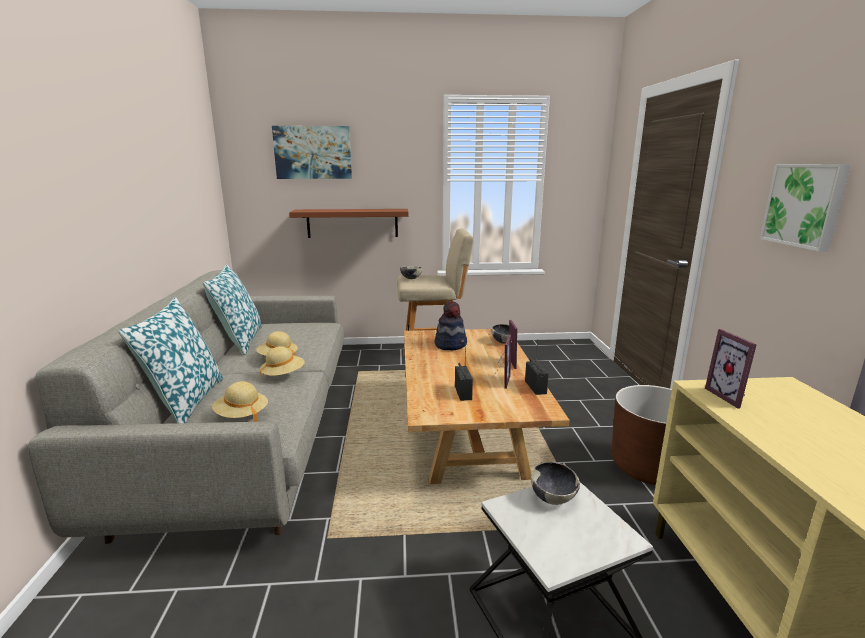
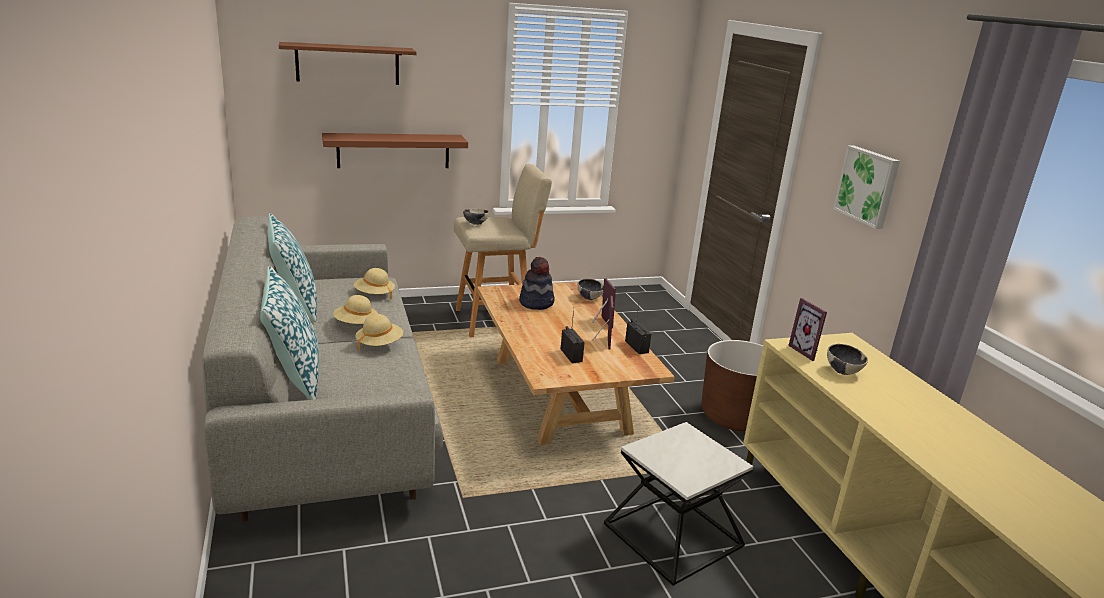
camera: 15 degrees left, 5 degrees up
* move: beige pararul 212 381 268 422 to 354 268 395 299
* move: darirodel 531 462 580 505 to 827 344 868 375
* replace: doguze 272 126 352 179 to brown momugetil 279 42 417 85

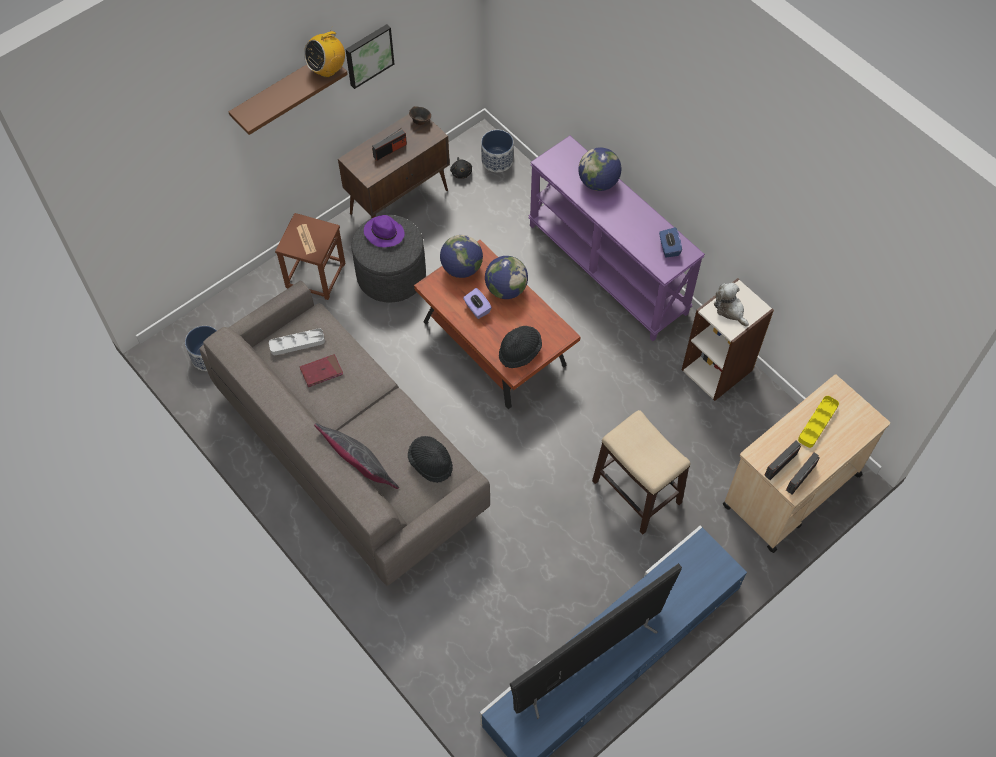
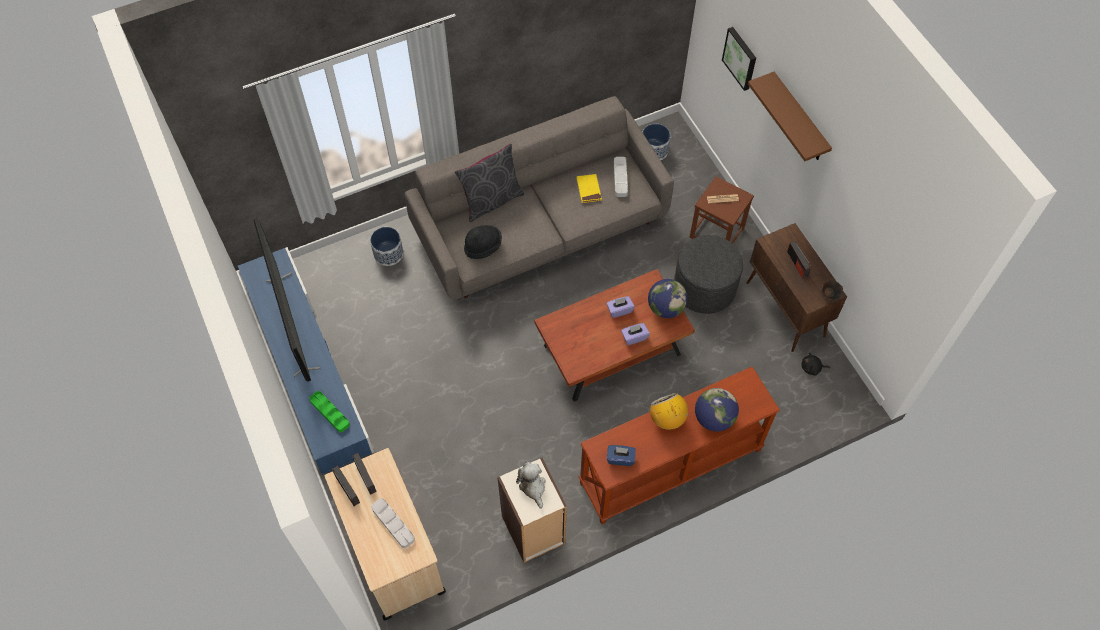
camera: 105 degrees right, 0 degrees up
* delete: purple pararul 364 215 405 247
* delete: black pararul 499 326 542 368
* delete: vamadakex 592 410 691 534
* insert: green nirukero 309 391 350 432
* move: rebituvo 304 26 345 77 to 650 393 689 430
* move: doguze 345 24 394 89 to 722 27 756 91
* move: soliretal 481 130 513 172 to 370 227 403 266
* replace: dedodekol 485 256 528 299 to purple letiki 621 323 650 345
* recolor: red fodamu 300 354 343 387 to yellow fodamu 577 174 602 203
* recolor: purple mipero 529 136 705 341 to brown mipero 579 367 780 524
* recolor: yellow nirukero 798 396 839 448 to grey nirukero 371 498 415 548
* rotate: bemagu 714 282 749 326 = 516 462 546 509 90 degrees counterclockwise

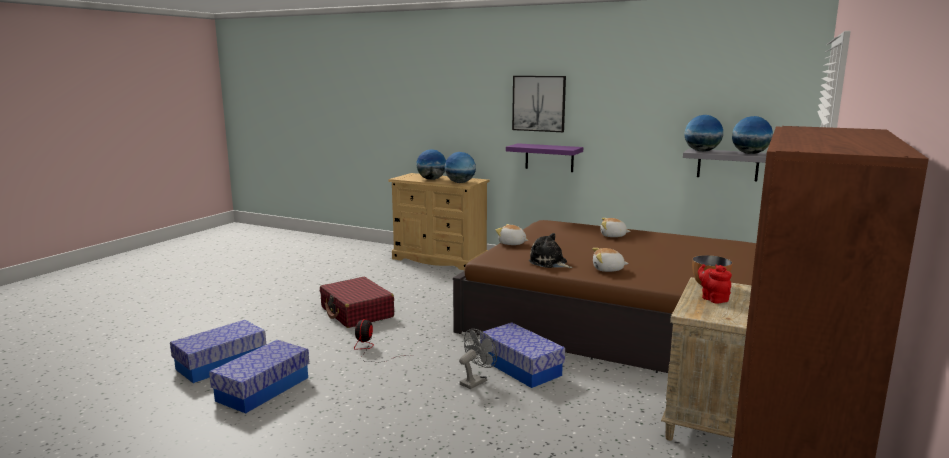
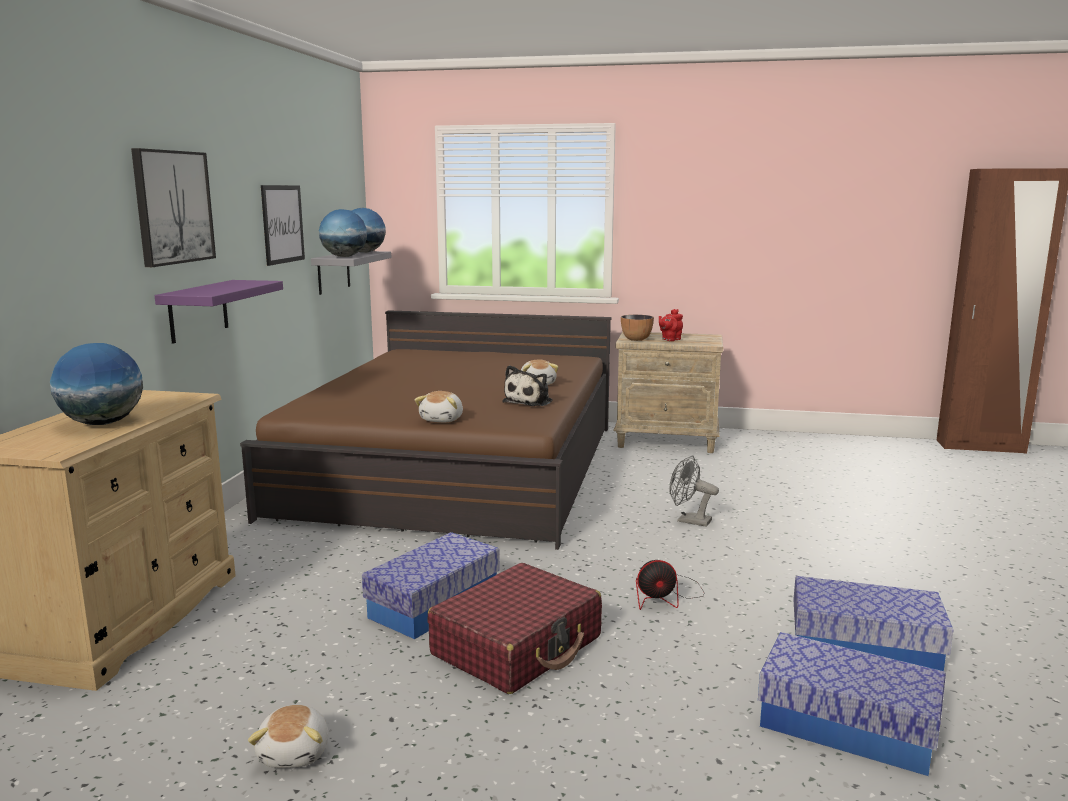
camera: 105 degrees left, 0 degrees up
* delete: dedodekol 445 152 476 183
* insert: doguze 261 185 305 266
* move: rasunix 480 322 565 388 to 362 532 500 639
* move: bemagu 600 218 631 237 to 248 705 328 768

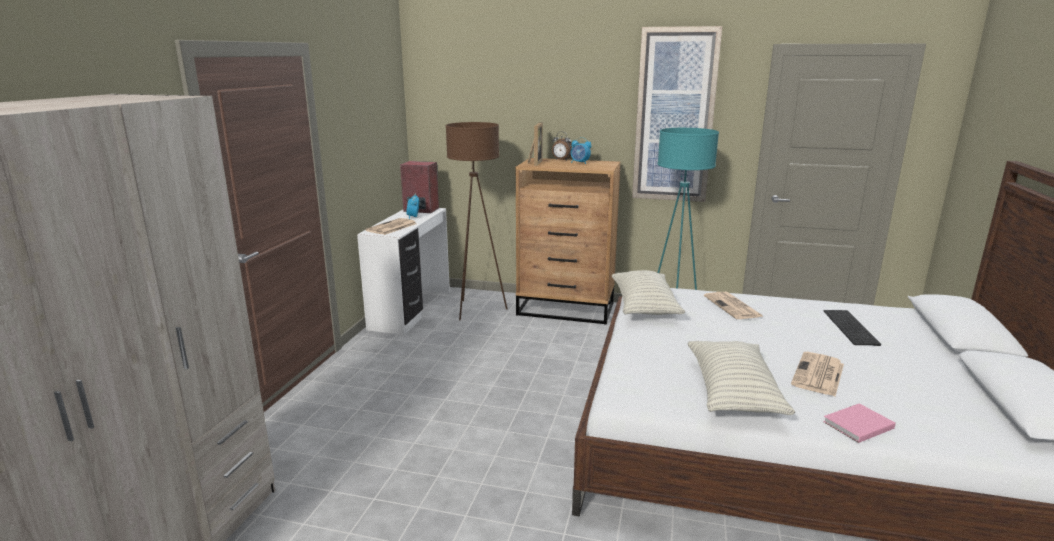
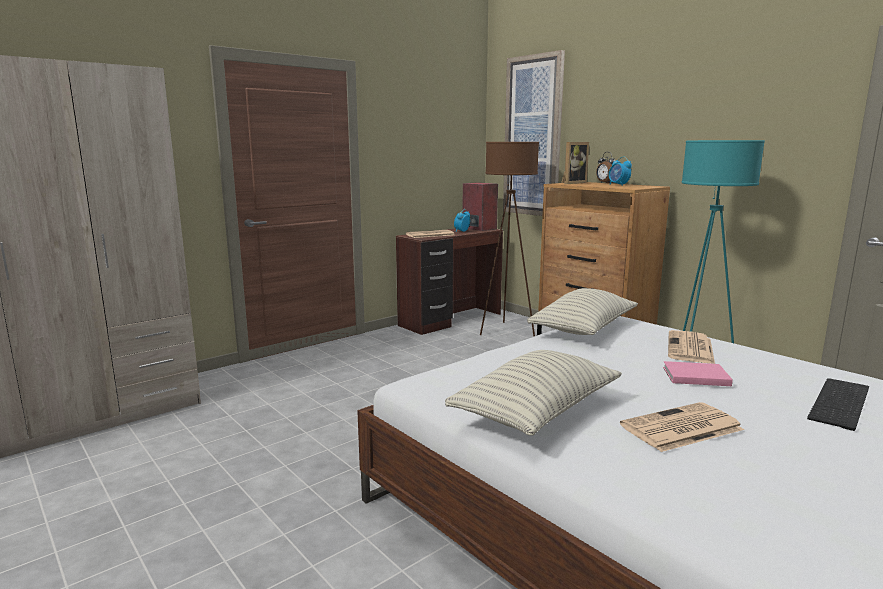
camera: 35 degrees right, 5 degrees down
* move: doguze 632 26 722 202 to 503 50 565 216
* move: pink fodamu 823 403 896 443 to 663 361 733 386
* recolor: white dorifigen 357 208 450 335 to brown dorifigen 396 228 503 335

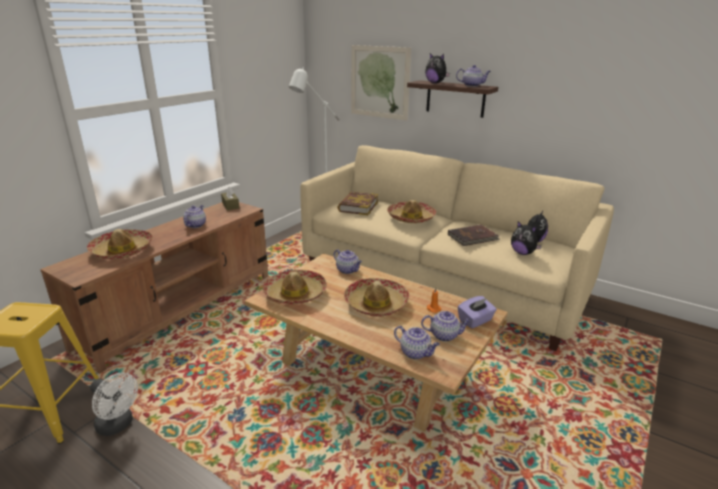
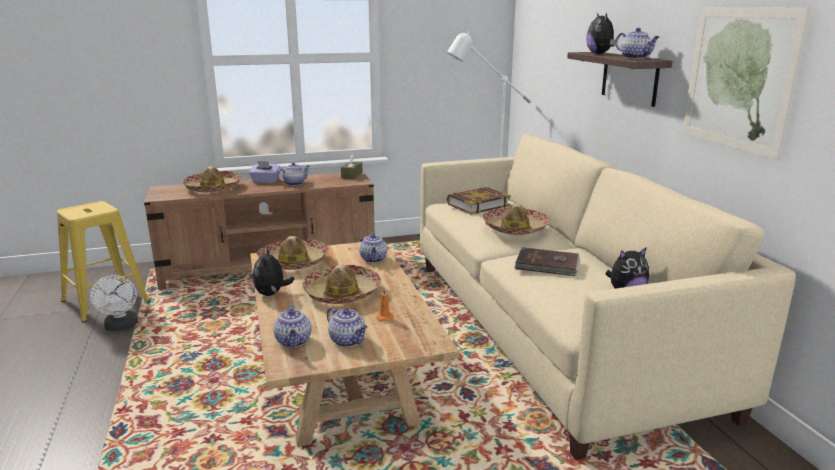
camera: 40 degrees right, 5 degrees down
* move: doguze 351 45 411 121 to 682 7 811 160
* move: purple letiki 458 296 497 329 to 249 161 280 183
* move: bemagu 511 221 542 255 to 253 248 294 296

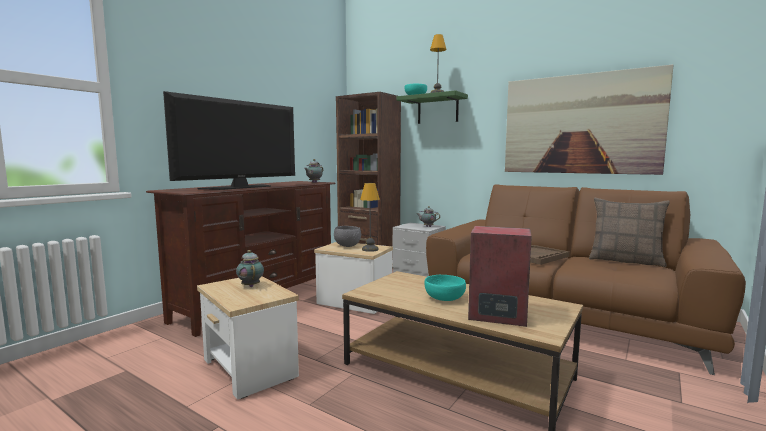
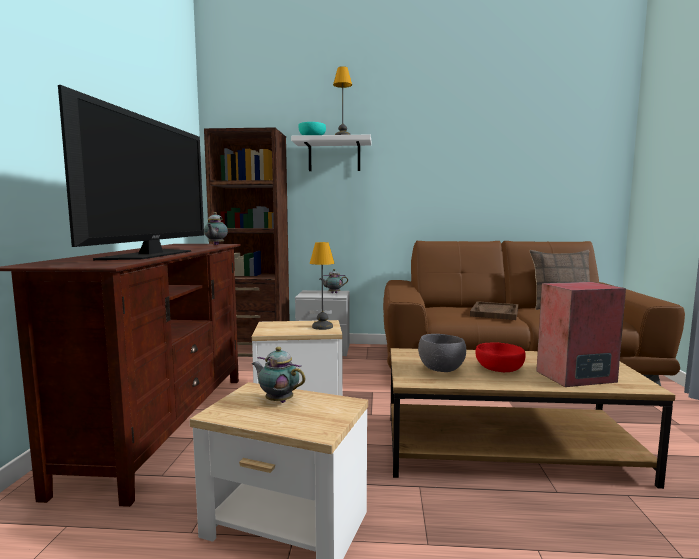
camera: 30 degrees left, 0 degrees up
* delete: doguze 505 64 674 175
* move: grey darirodel 334 226 361 247 to 418 334 466 372
* recolor: green momugetil 396 90 468 124 to white momugetil 291 135 371 171
* recolor: turquoise darirodel 425 275 466 301 to red darirodel 475 342 526 372

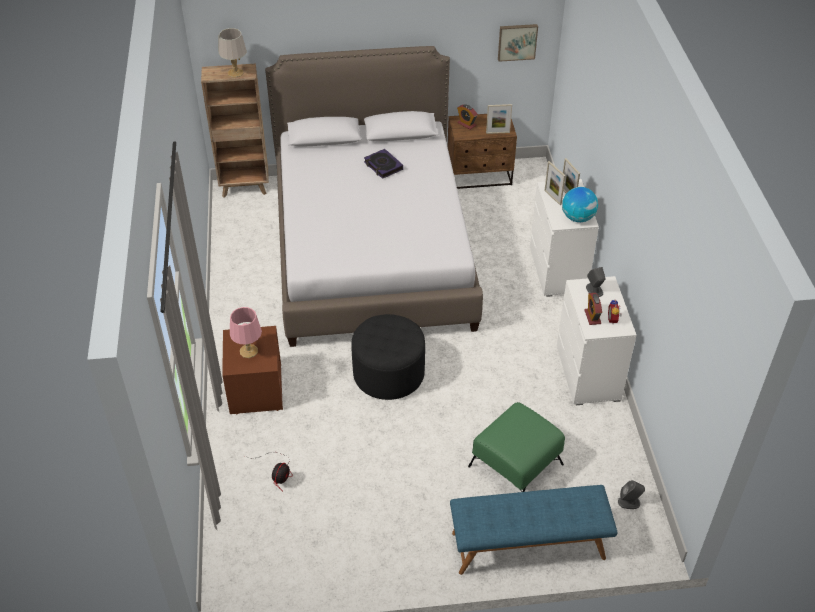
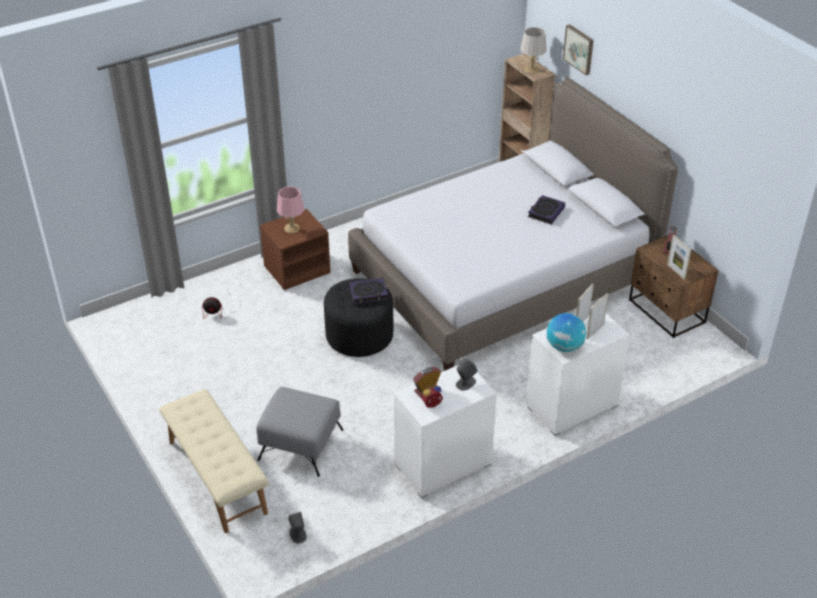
camera: 65 degrees right, 5 degrees down
* insert: fodamu 349 278 388 304
* move: doguze 498 24 538 62 to 563 24 594 75
* recolor: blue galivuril 450 485 618 575 to beige galivuril 159 389 269 533
* recolor: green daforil 468 402 565 492 to grey daforil 257 387 343 477

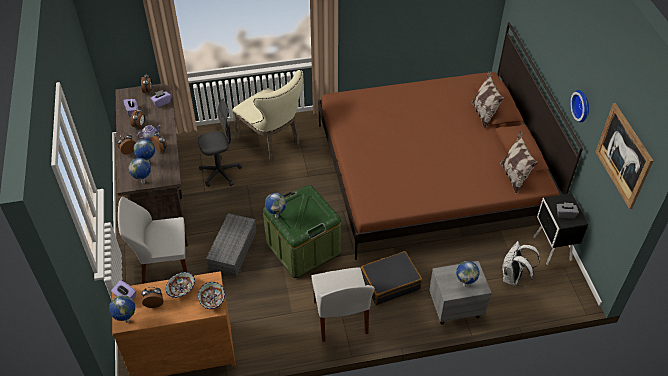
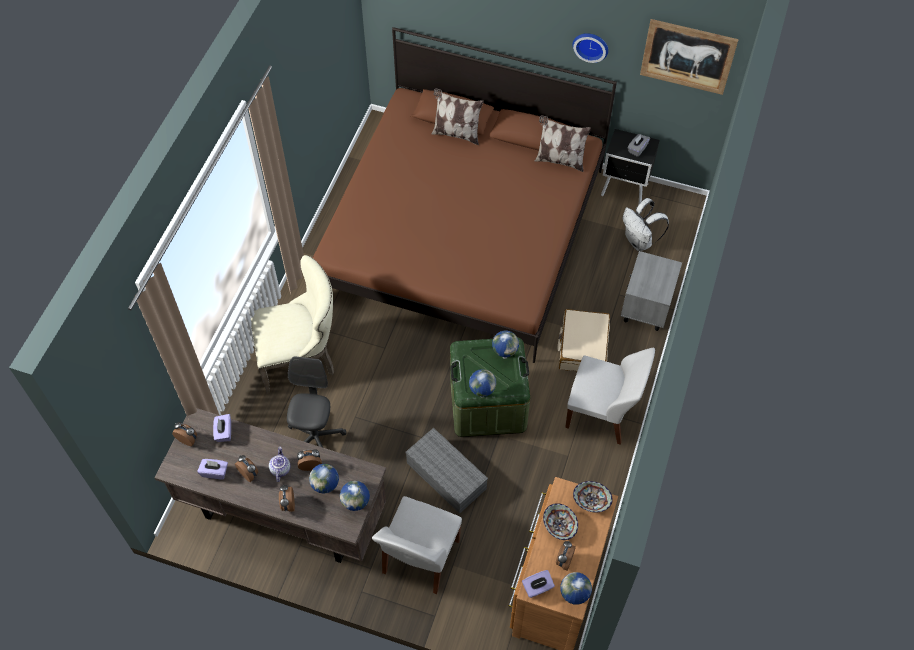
camera: 60 degrees left, 10 degrees up
* move: dedodekol 456 261 479 287 to 492 331 519 359
* recolor: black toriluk 361 251 422 305 to beige toriluk 558 309 610 371

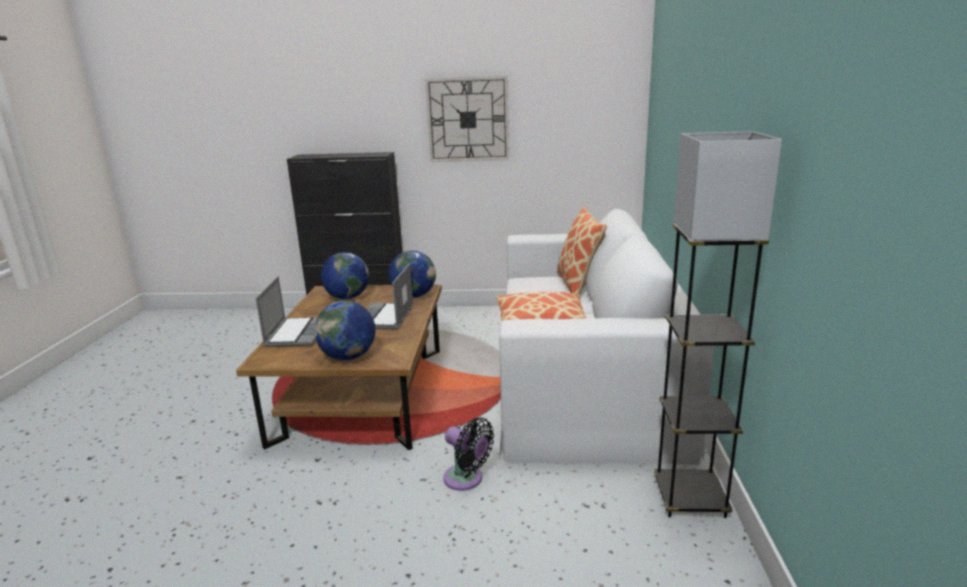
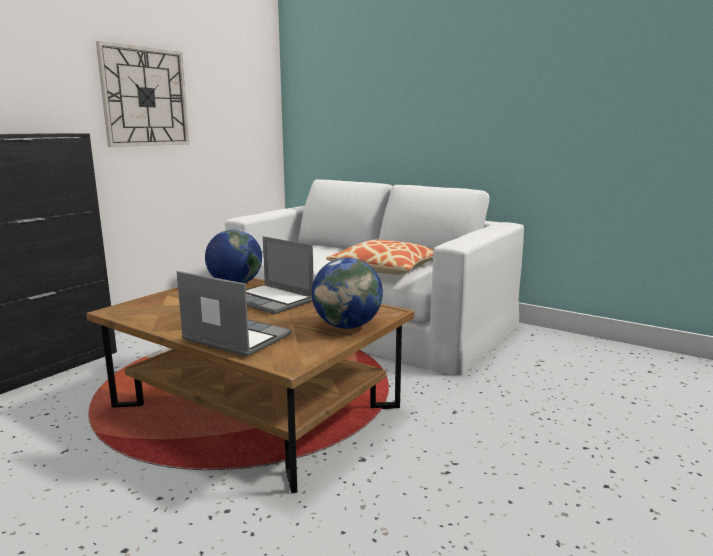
camera: 60 degrees left, 5 degrees down
* delete: dedodekol 321 252 369 299
* delete: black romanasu 443 418 494 491
* delete: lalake 557 206 607 294
* delete: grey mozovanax 654 131 782 518

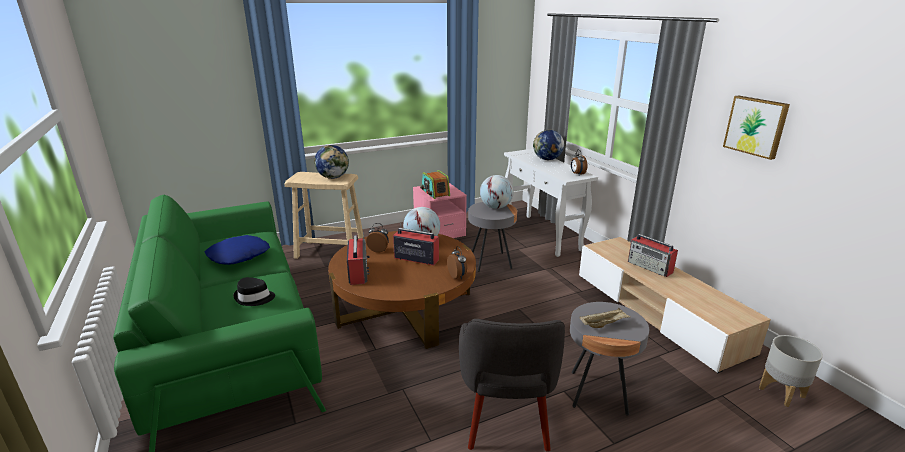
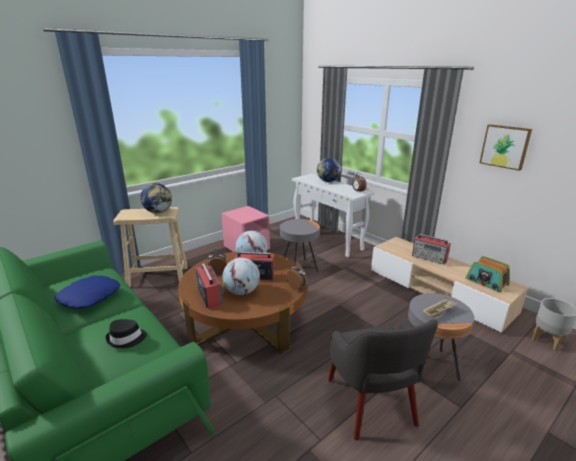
camera: 15 degrees left, 0 degrees up
* move: rebituvo 420 170 450 199 to 466 256 510 292
* move: dedodekol 480 175 514 209 to 223 258 260 295

